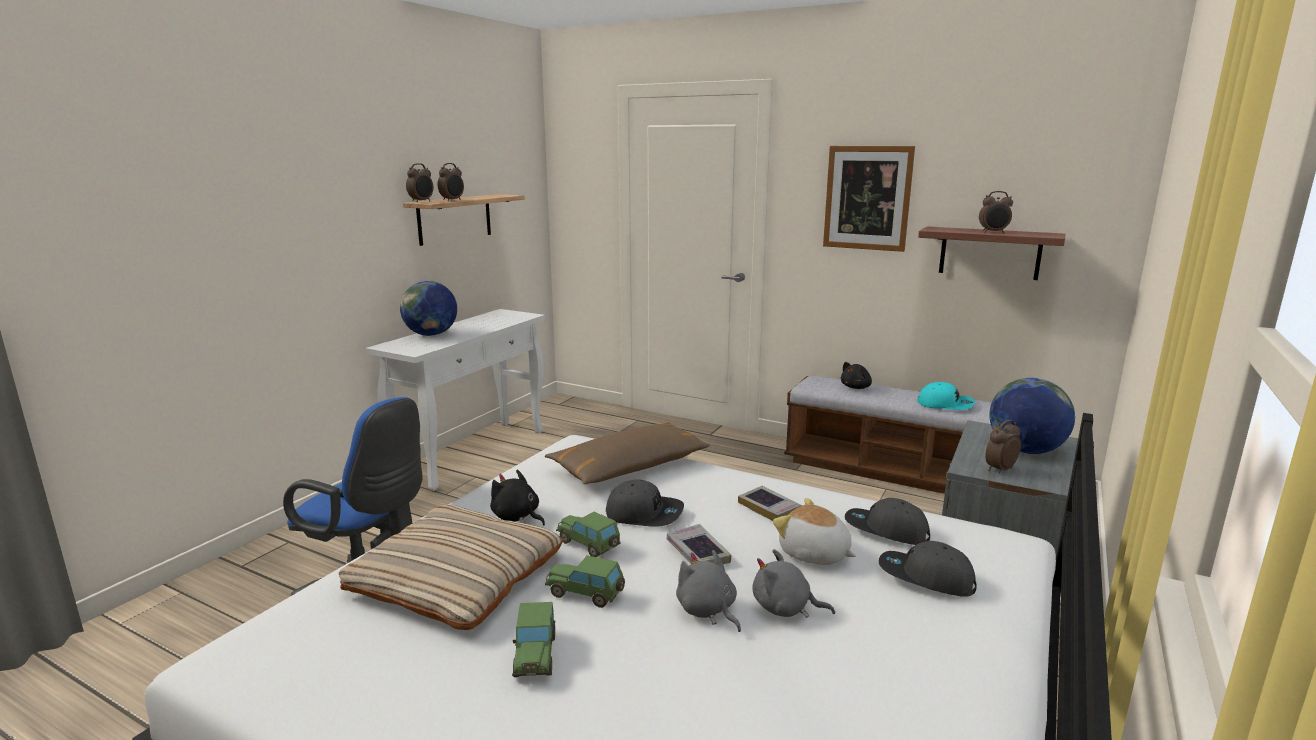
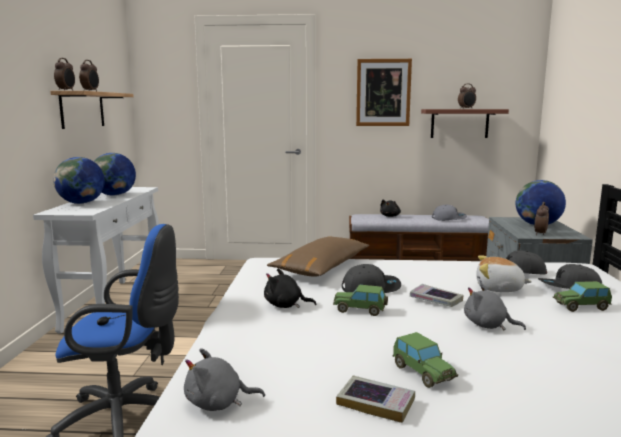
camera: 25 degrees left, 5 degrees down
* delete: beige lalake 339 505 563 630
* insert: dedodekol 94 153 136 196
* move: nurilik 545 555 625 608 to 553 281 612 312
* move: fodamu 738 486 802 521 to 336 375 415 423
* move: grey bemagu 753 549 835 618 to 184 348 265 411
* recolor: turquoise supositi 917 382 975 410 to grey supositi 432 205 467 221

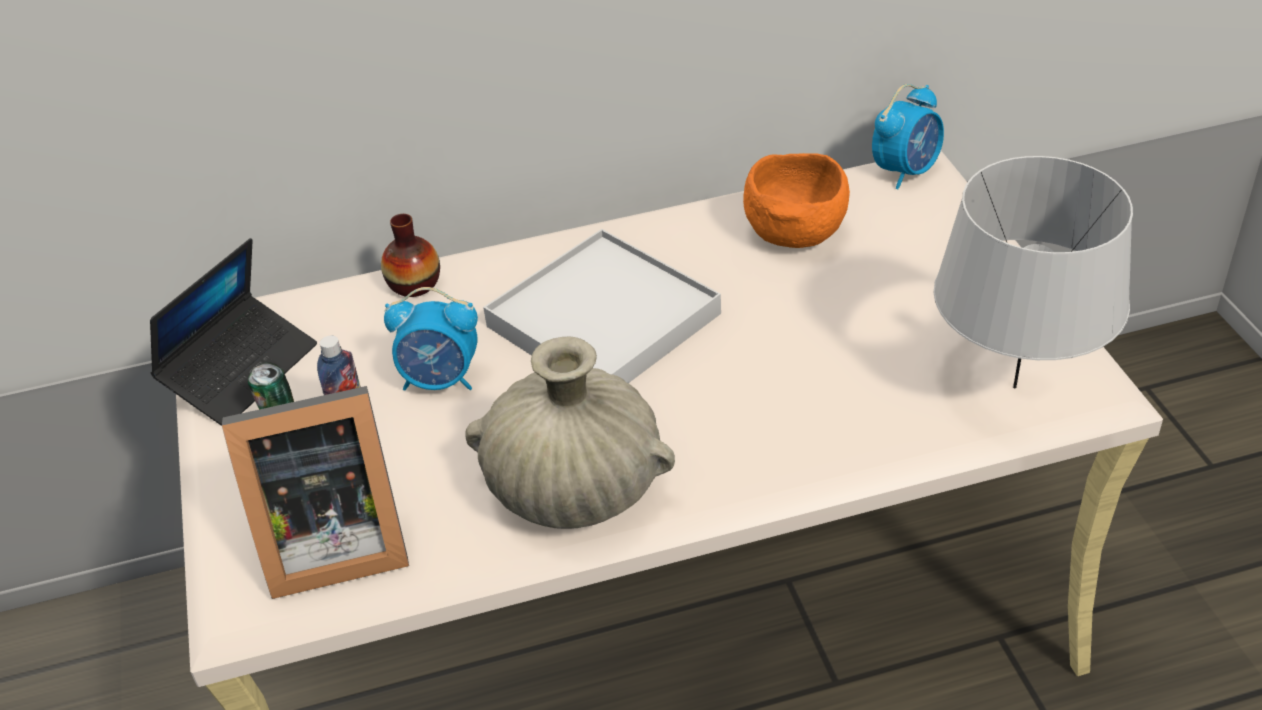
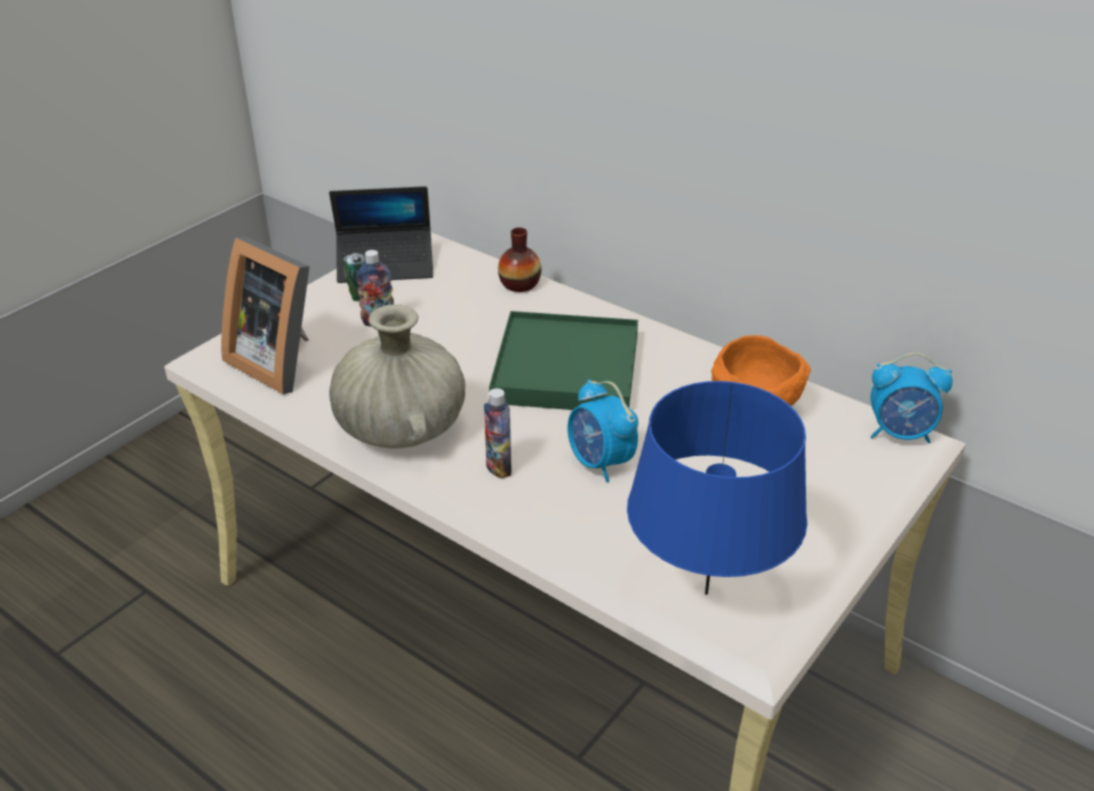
camera: 50 degrees right, 5 degrees down
* insert: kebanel 484 388 512 479
* move: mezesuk 384 287 478 391 to 567 379 638 482
* recolor: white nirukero 483 229 721 383 to green nirukero 489 311 638 410
* recolor: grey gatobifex 934 156 1133 388 to blue gatobifex 627 381 807 595

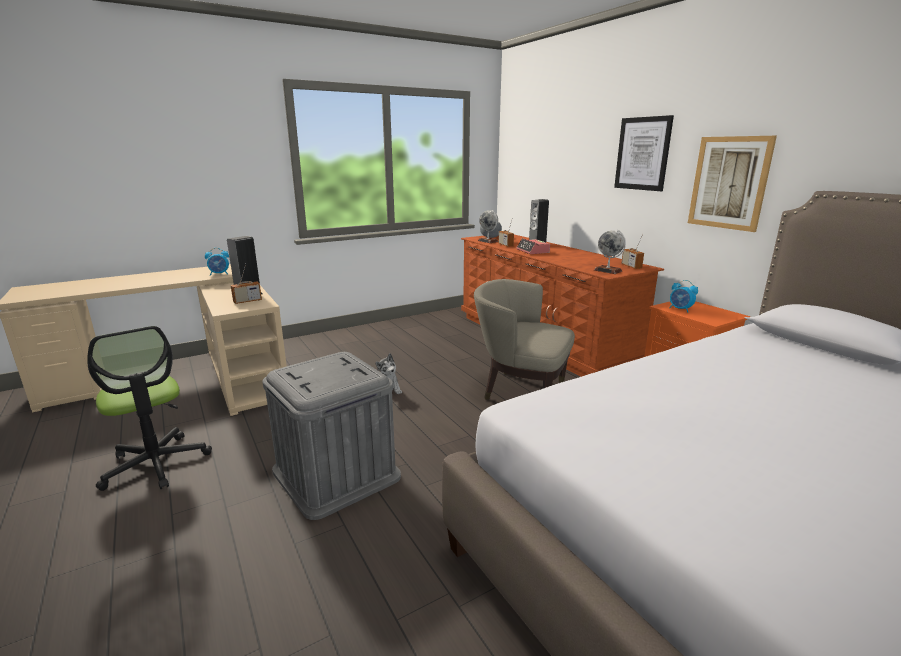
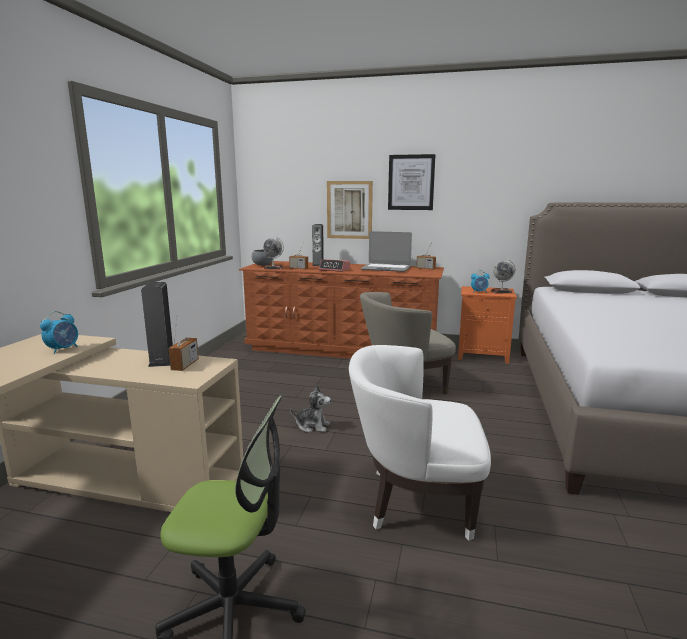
camera: 45 degrees left, 5 degrees down
* insert: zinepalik 360 231 412 272
* move: dedodekol 594 230 626 274 to 491 260 515 293
* move: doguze 688 136 777 232 to 327 181 373 239
* replace: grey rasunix 262 352 401 520 to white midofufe 349 345 491 541

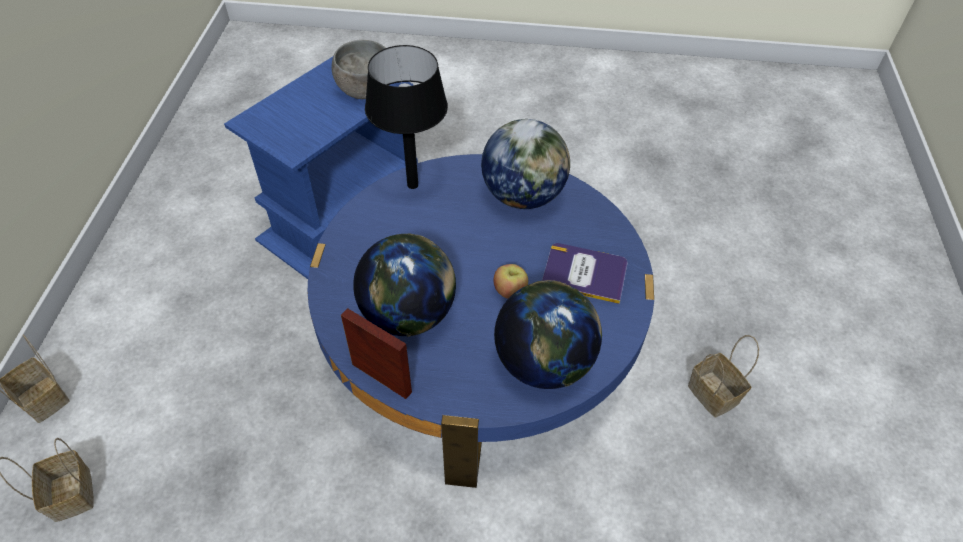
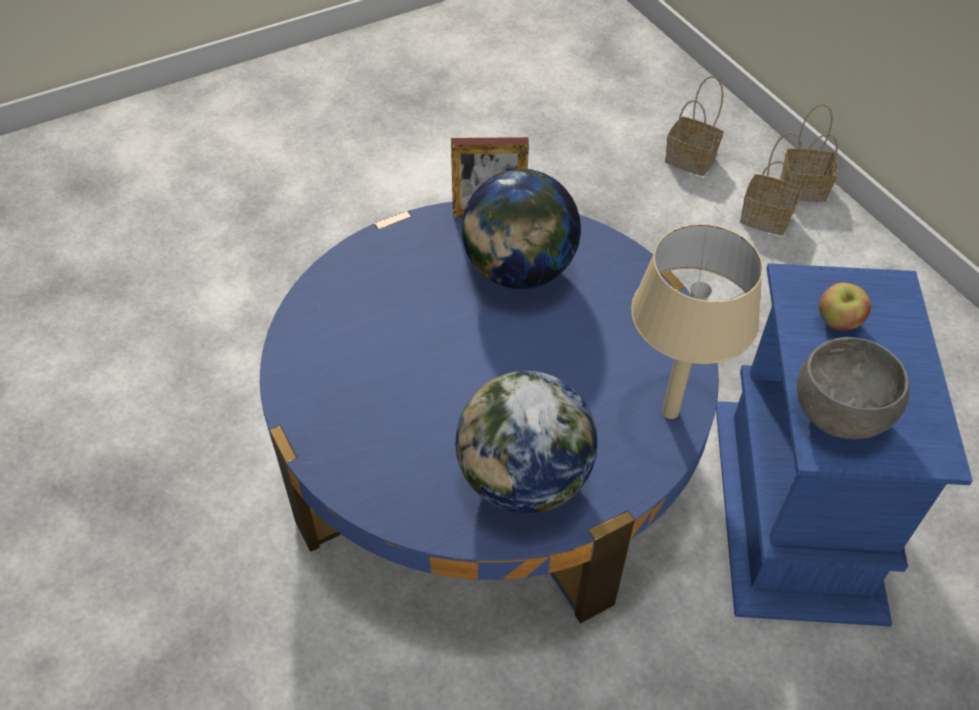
camera: 145 degrees right, 0 degrees up
* delete: dedodekol 494 280 602 389
* delete: fodamu 542 243 628 304
* move: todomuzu 493 264 528 299 to 819 282 871 331
* move: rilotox 688 335 759 417 to 740 133 803 236
* recolor: black gatobifex 365 45 448 189 to beige gatobifex 631 224 763 419

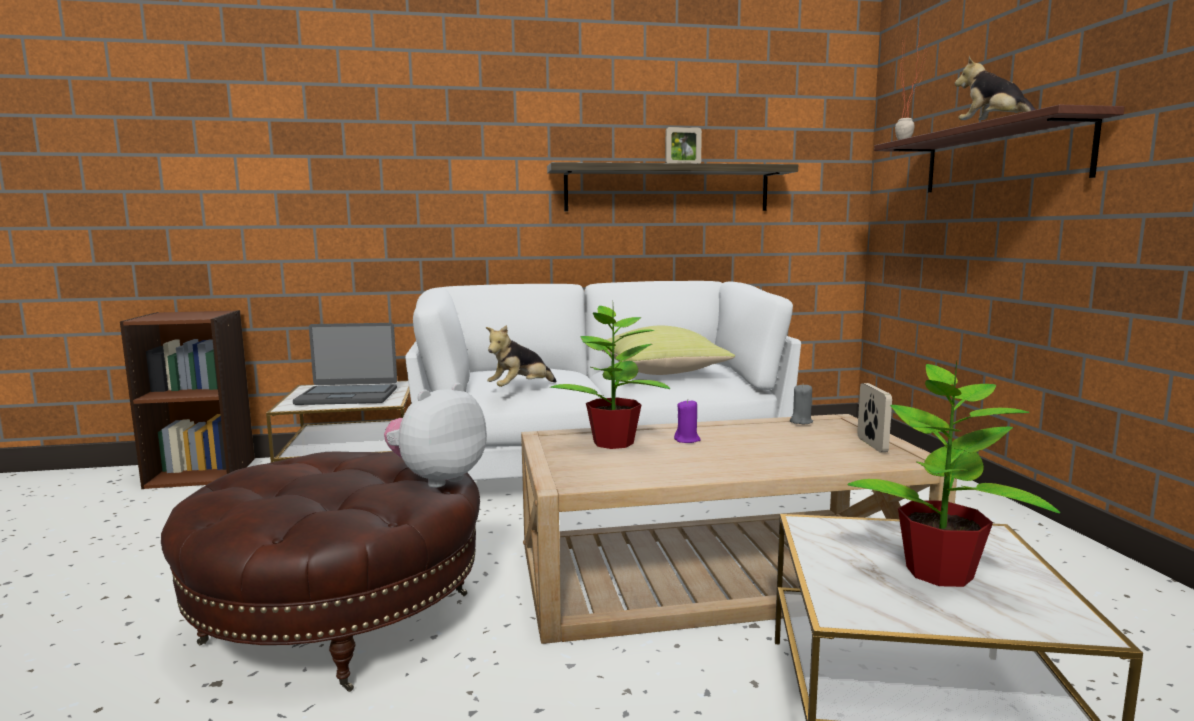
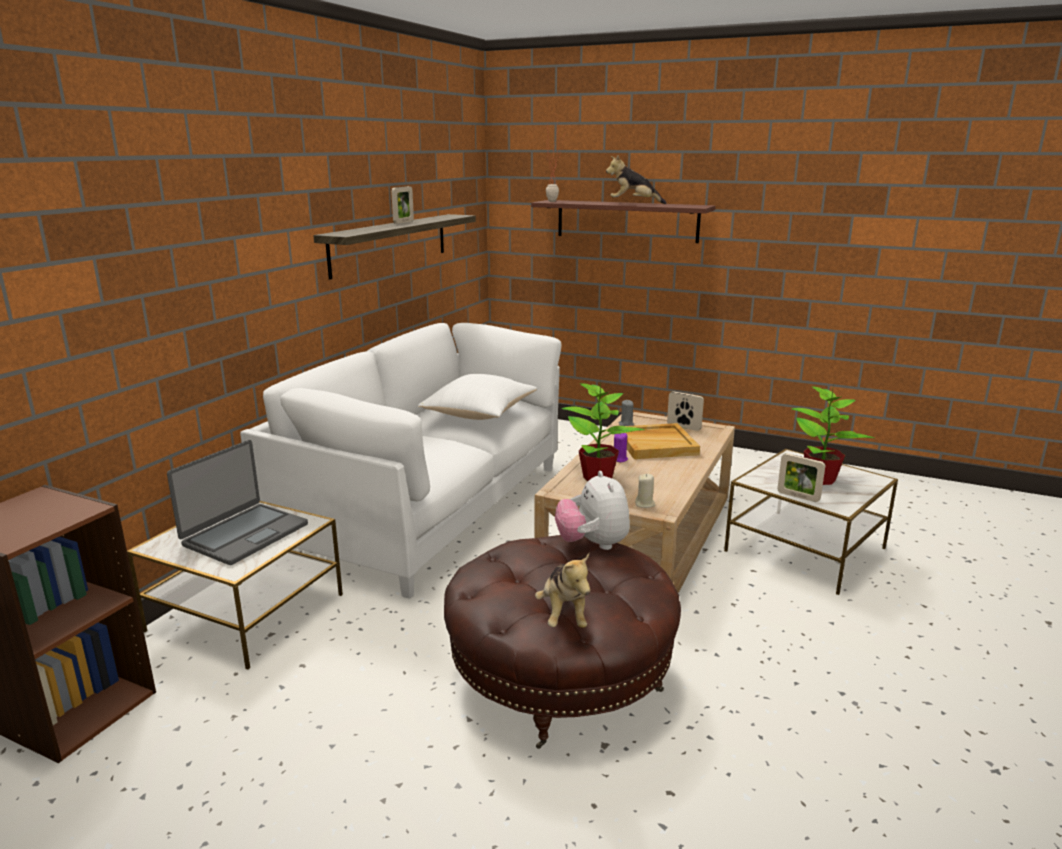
camera: 55 degrees left, 10 degrees up
* insert: beige nirukero 625 423 700 459
* insert: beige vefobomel 635 474 655 508
* insert: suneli 777 453 825 502
* move: bemagu 486 325 557 387 to 535 553 590 628
* recolor: yellow lalake 601 325 735 375 to white lalake 418 374 537 420

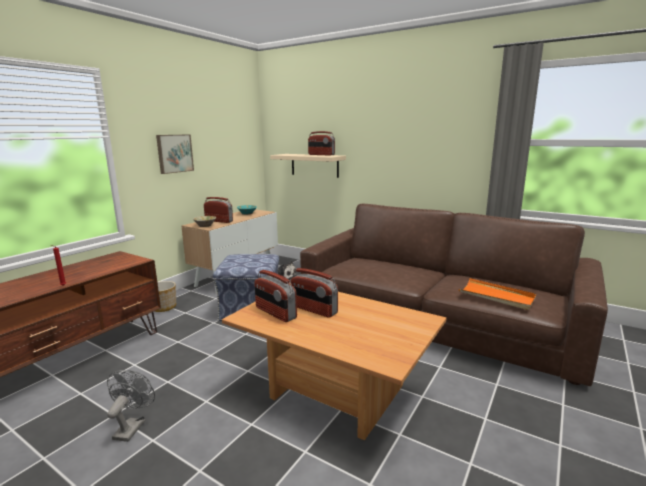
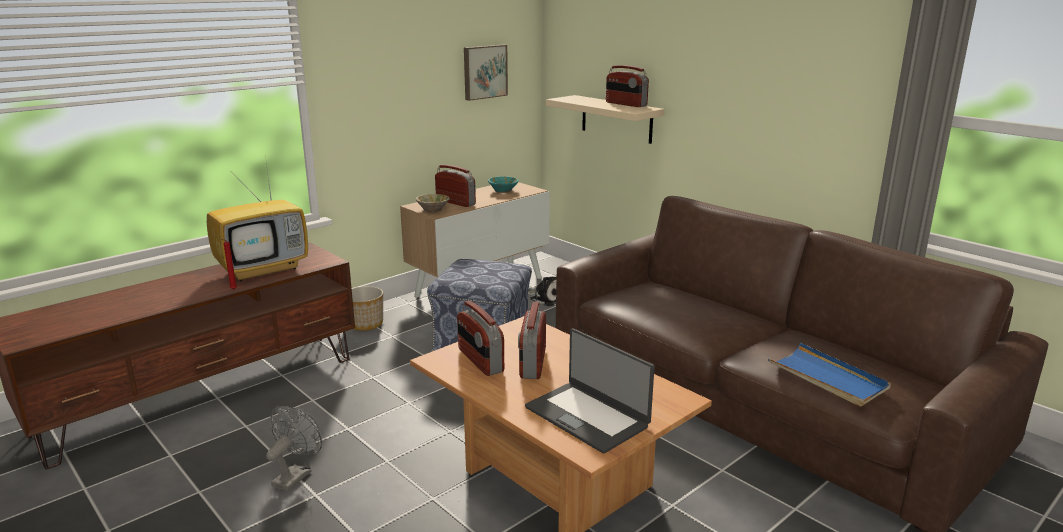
camera: 15 degrees right, 5 degrees up
* insert: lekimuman 207 163 308 282
* insert: zinepalik 525 328 655 454
* move: doguze 156 134 194 174 to 464 45 508 101
* recolor: orange nirukero 459 278 536 310 to blue nirukero 768 343 891 406
* rotate: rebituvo 290 268 338 318 = 518 302 546 379 45 degrees clockwise

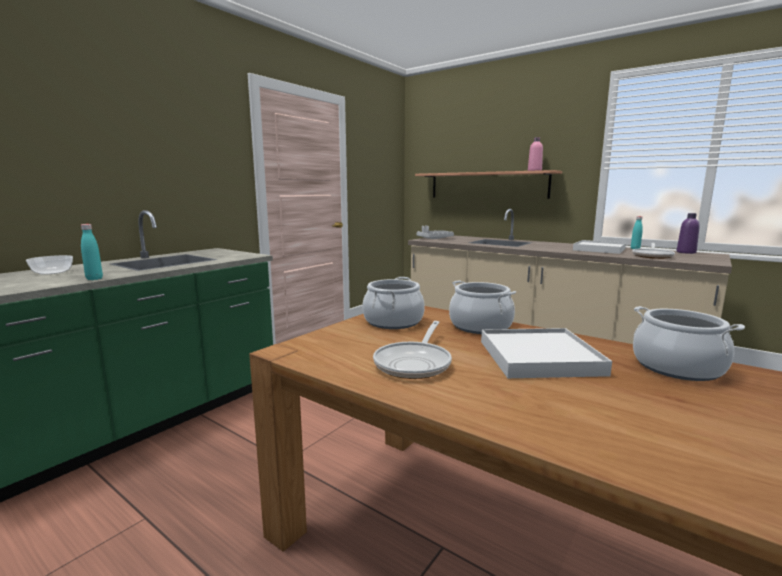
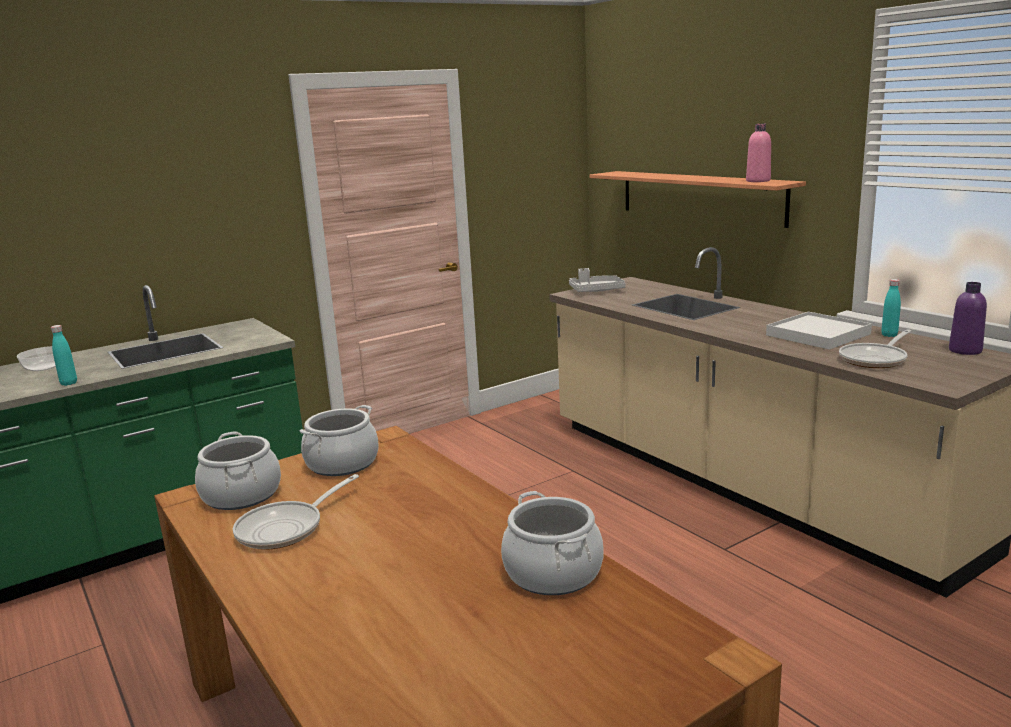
camera: 20 degrees right, 5 degrees up
* delete: white nirukero 481 328 612 378
* move: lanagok 449 281 516 334 to 195 431 281 510

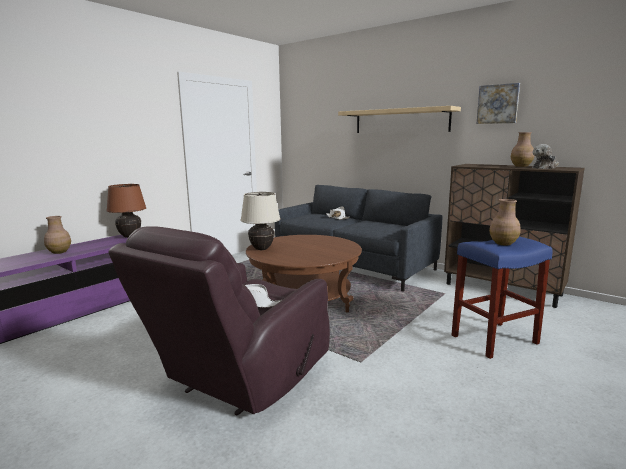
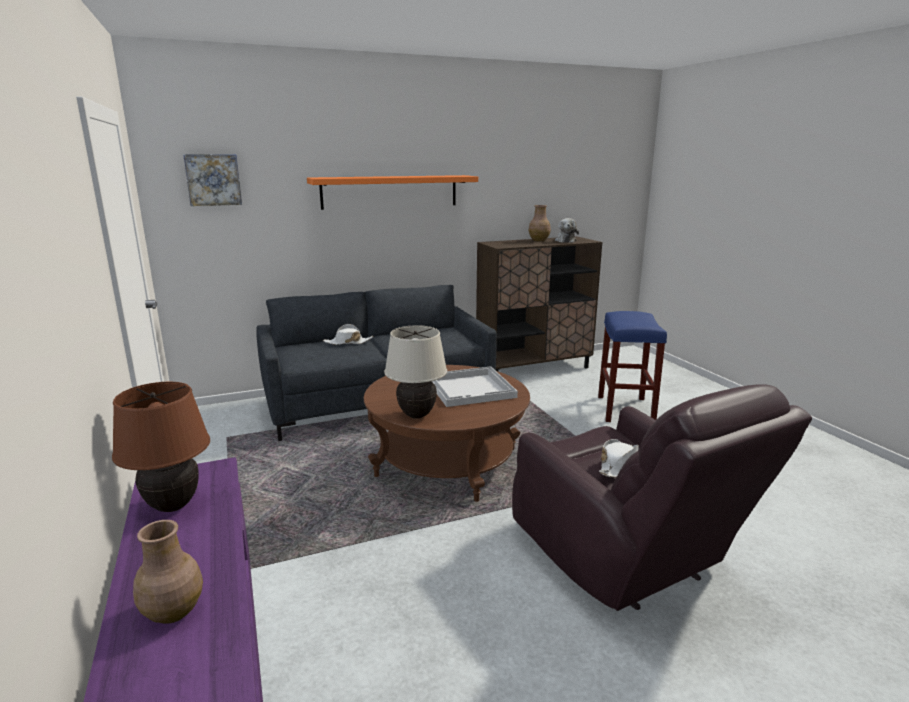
camera: 60 degrees left, 5 degrees up
* delete: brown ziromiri 489 199 521 246
* insert: white nirukero 432 366 518 407
* move: doguze 476 83 520 124 to 183 154 242 206
* recolor: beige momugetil 338 106 461 133 to orange momugetil 307 175 478 210

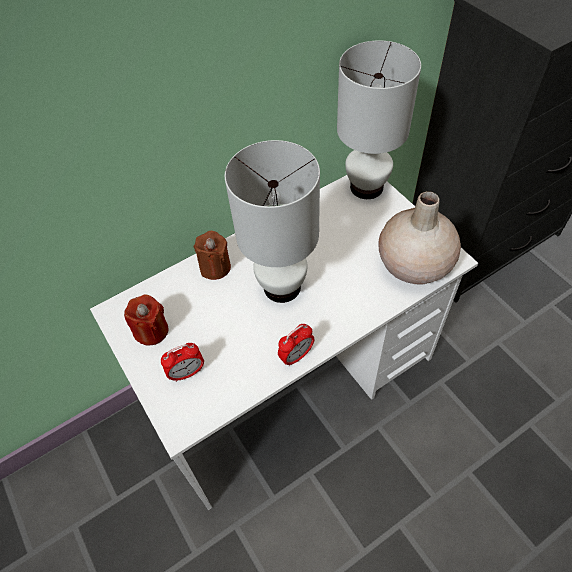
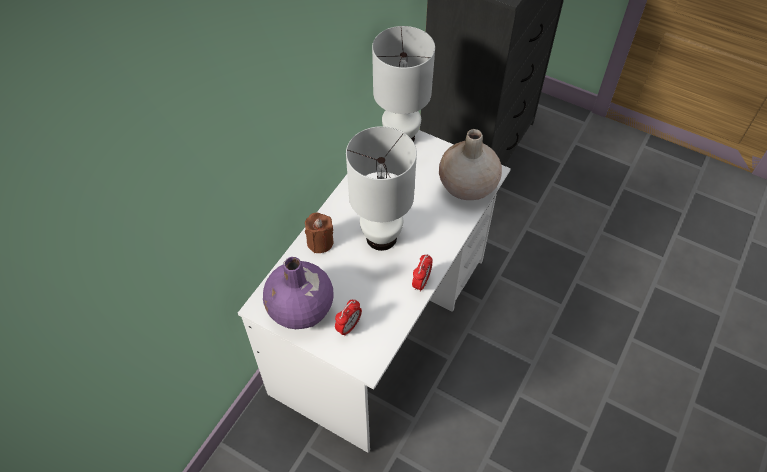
camera: 30 degrees left, 0 degrees up
* replace: red vefobomel 124 294 168 345 to purple ziromiri 263 257 334 329

